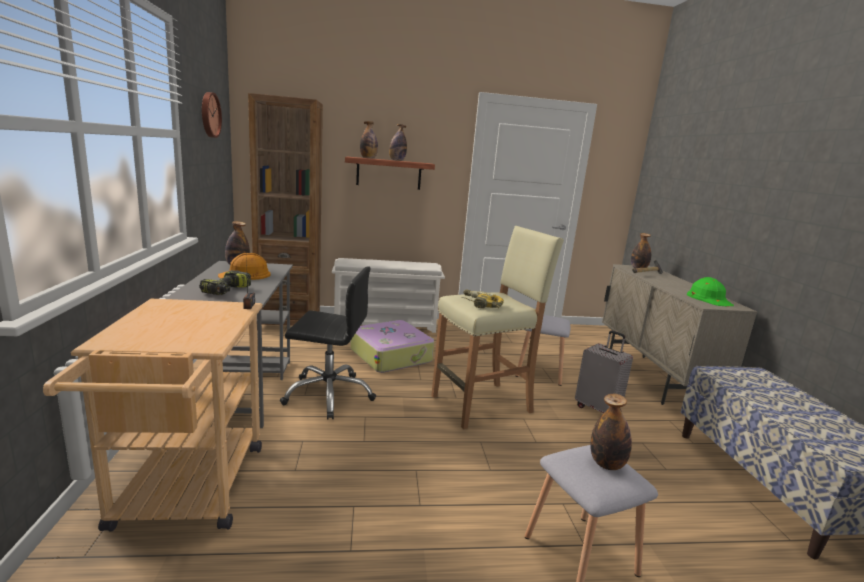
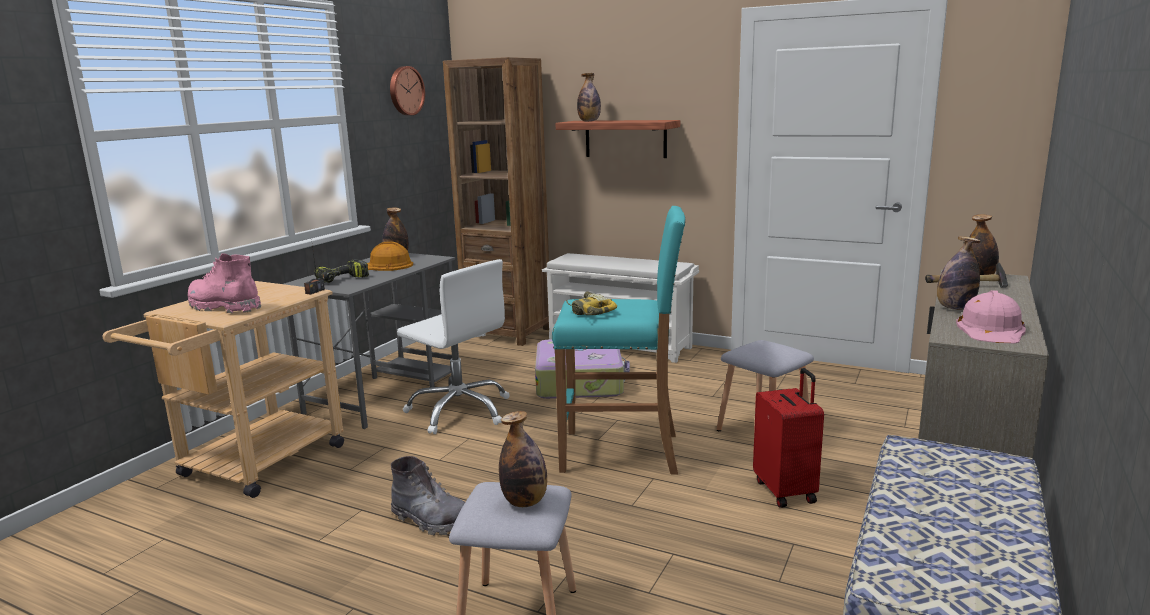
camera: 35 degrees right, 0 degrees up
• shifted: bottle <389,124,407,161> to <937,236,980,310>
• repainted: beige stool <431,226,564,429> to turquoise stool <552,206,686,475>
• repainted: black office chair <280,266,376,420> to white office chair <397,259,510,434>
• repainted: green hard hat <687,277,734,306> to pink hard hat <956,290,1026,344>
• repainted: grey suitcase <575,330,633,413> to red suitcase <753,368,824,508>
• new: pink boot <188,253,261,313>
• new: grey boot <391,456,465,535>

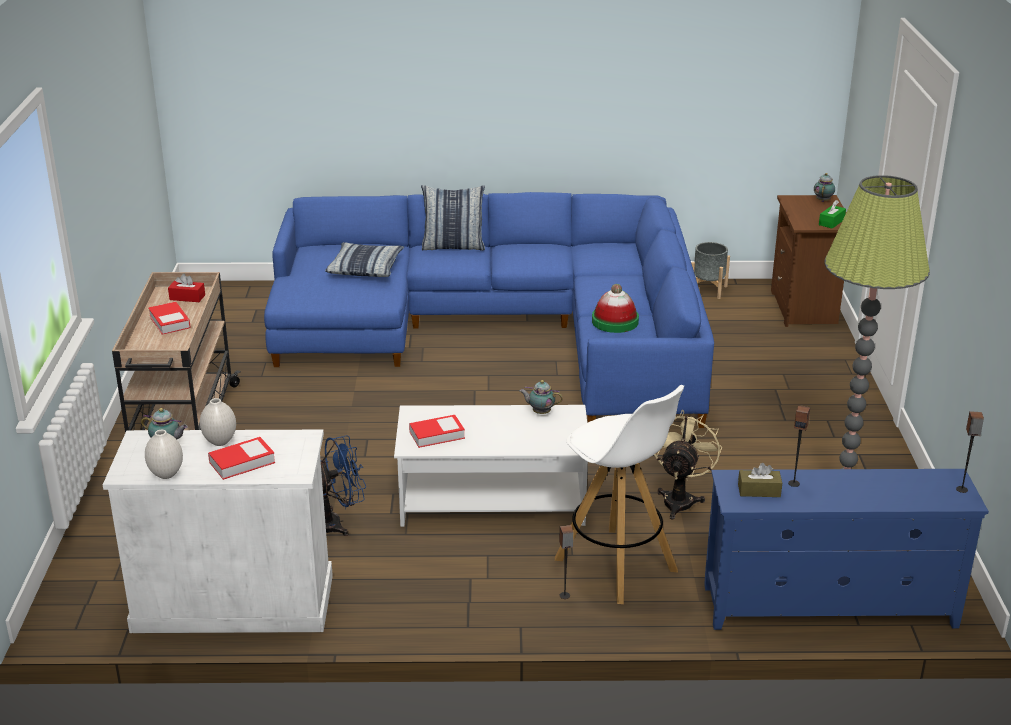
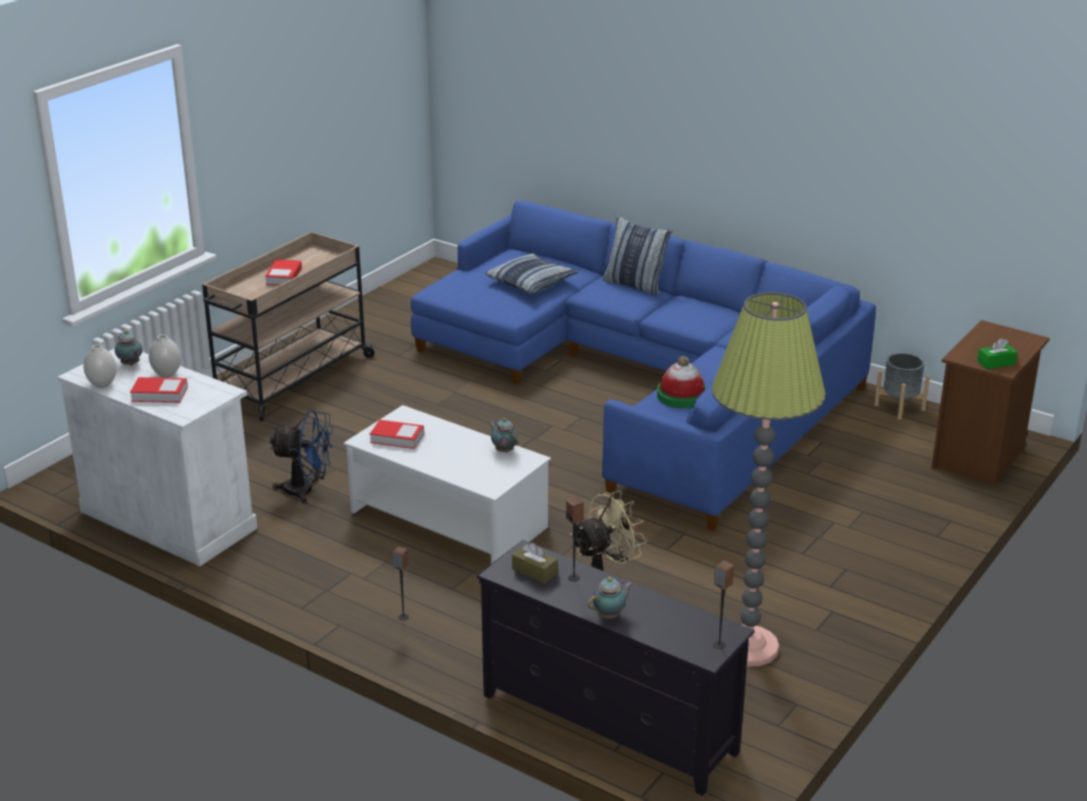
camera: 35 degrees right, 0 degrees up
• shifted: teapot <814,173,835,202> to <587,577,633,619>
• gone: red tissue box <168,274,205,302>
• gone: white stool <555,385,684,604>
• repainted: blue tv stand <704,469,989,630> to black tv stand <477,540,755,796>

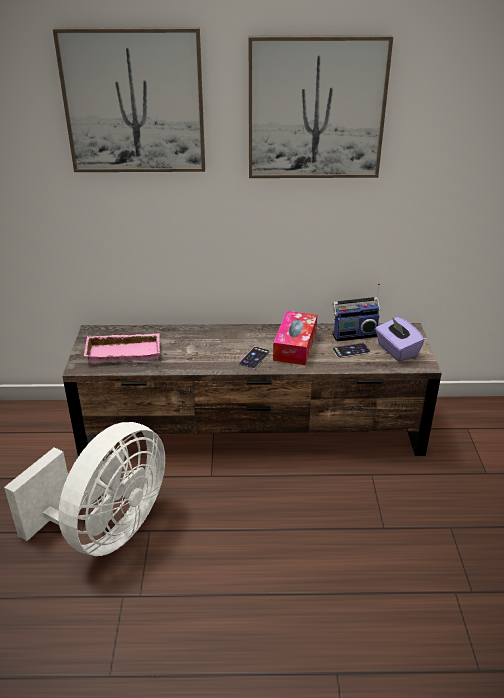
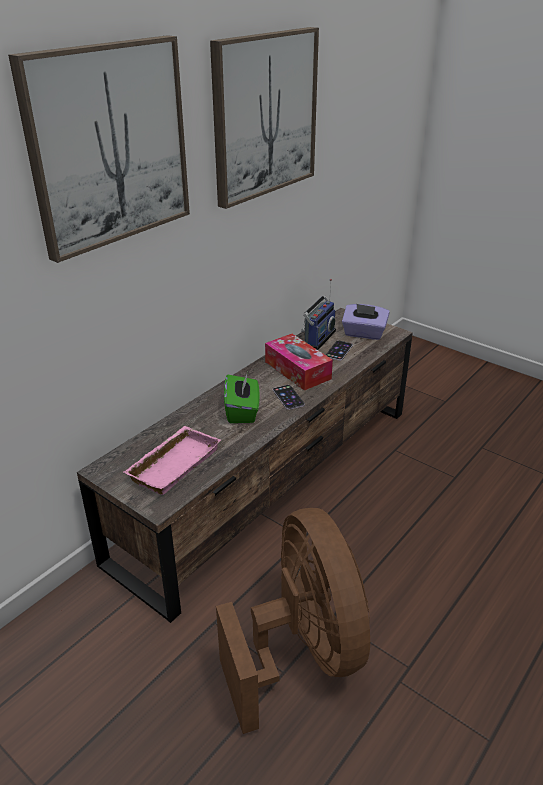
camera: 50 degrees left, 0 degrees up
• repainted: white fan <4,422,165,556> to brown fan <216,508,370,734>
• new: green tissue box <224,372,259,423>

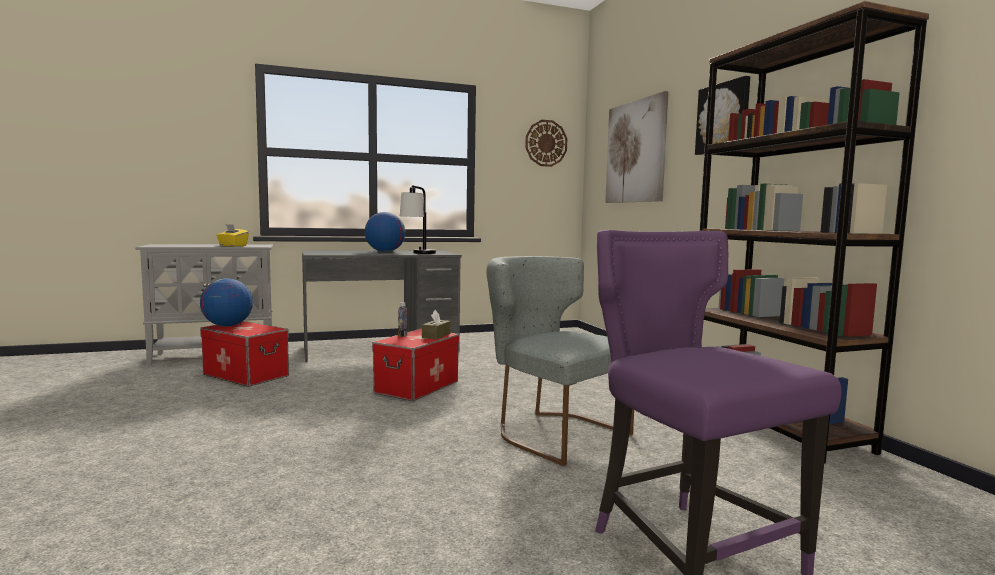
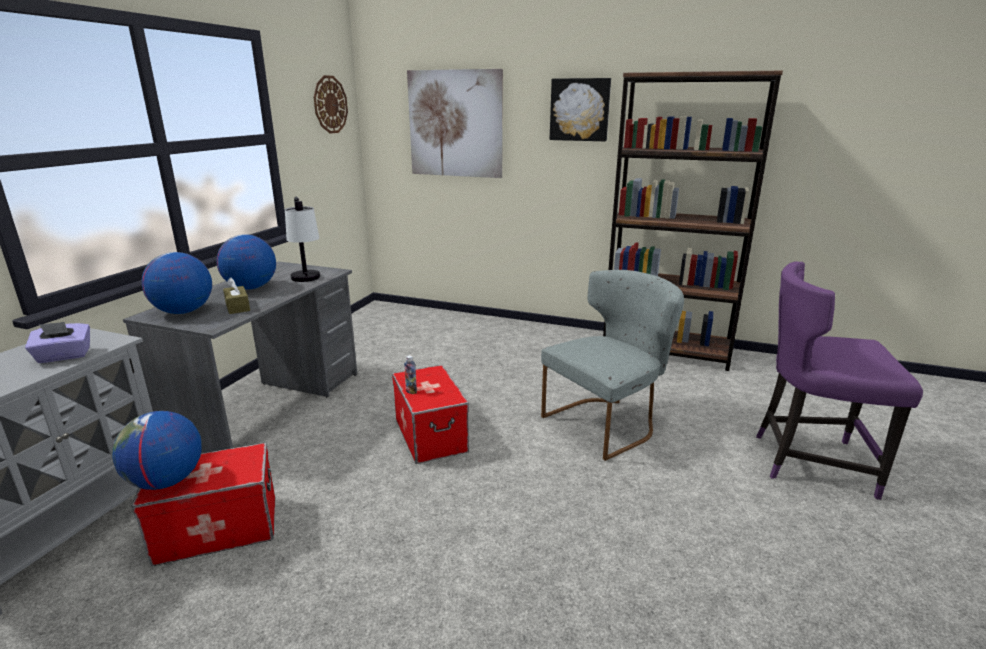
camera: 50 degrees left, 15 degrees up
• repainted: yellow tissue box <216,224,249,247> to purple tissue box <25,322,90,363>
• rotated: grey chair <486,256,634,466> = <541,270,684,461> 150 degrees clockwise
• shifted: brown tissue box <422,310,451,340> to <223,277,250,314>
• new: globe <142,252,212,314>

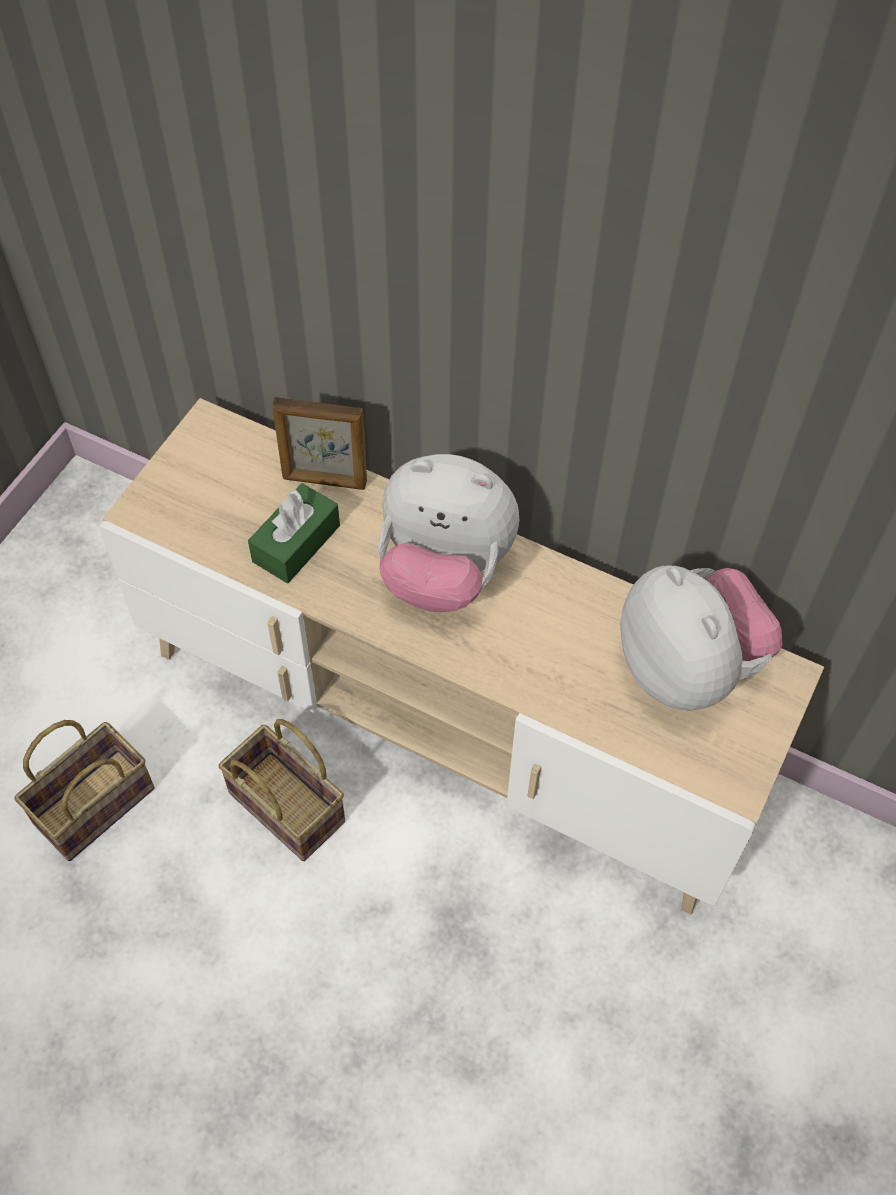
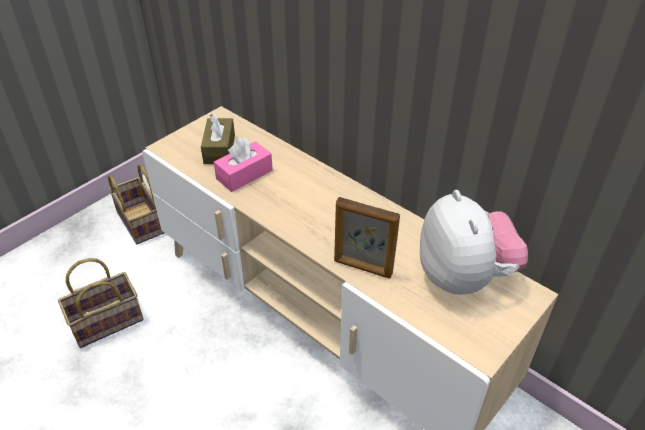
camera: 15 degrees right, 15 degrees down
• shifted: picture frame <272,397,367,490> to <334,197,400,279>
• gone: plush toy <378,454,519,612>
• repainted: green tissue box <248,483,340,583> to pink tissue box <214,138,273,192>
• shifted: basket <218,719,345,861> to <108,164,164,244>
• new: brown tissue box <201,114,235,164>

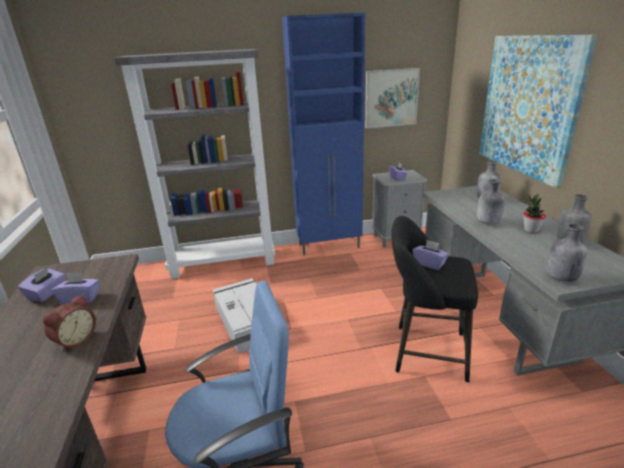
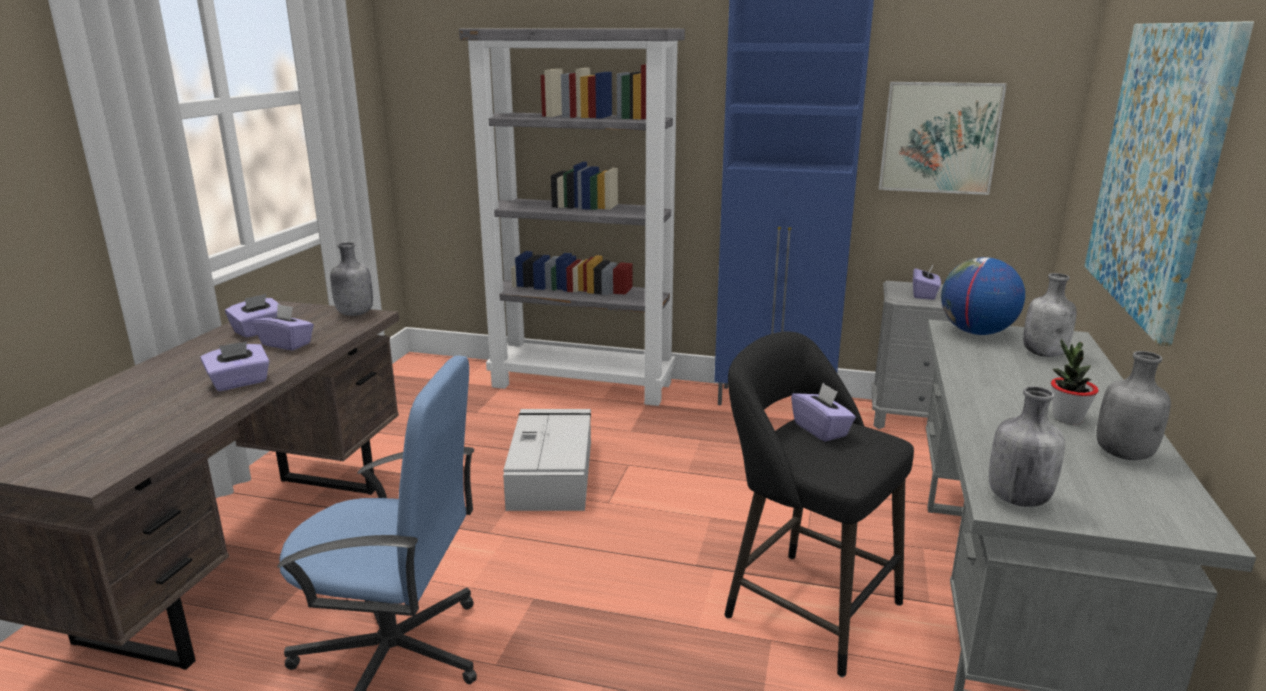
camera: 25 degrees right, 5 degrees down
• shifted: grey bottle <477,179,505,224> to <330,242,373,316>
• swapped: alarm clock <43,295,96,352> to purple tissue box <200,341,270,391>
• new: globe <941,257,1025,335>

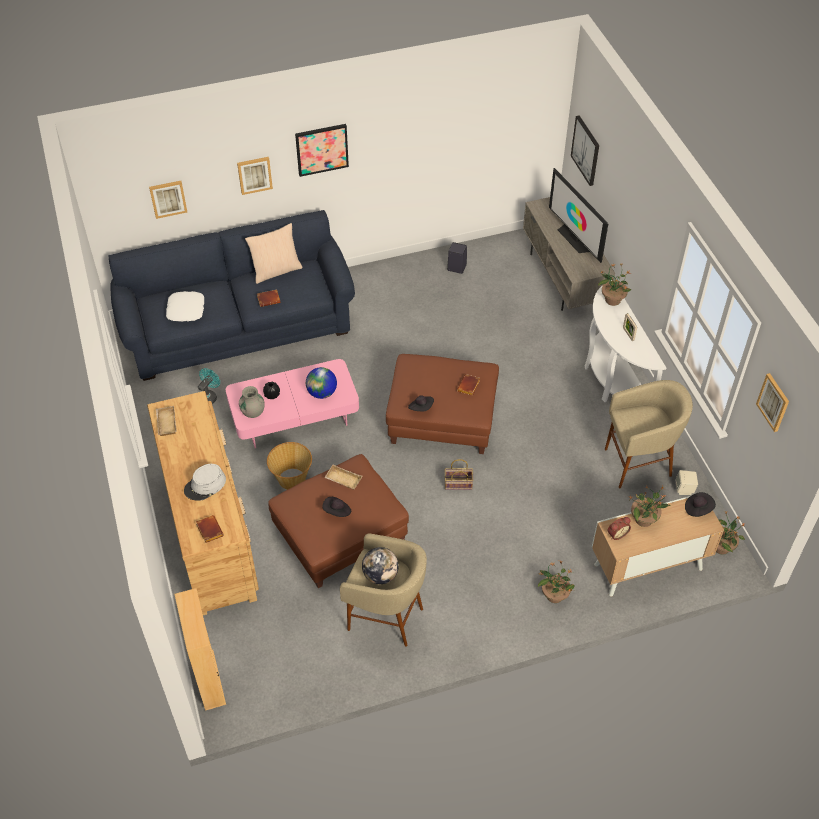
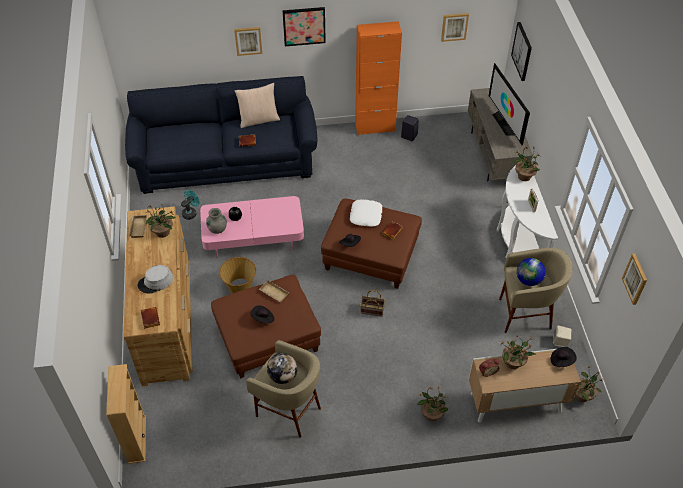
camera: 10 degrees right, 0 degrees up
• shifted: picture <149,181,187,219> to <441,13,469,42>
• shifted: white pillow <166,291,204,322> to <350,200,382,227>
• shifted: globe <306,367,337,399> to <517,258,545,286>
• new: orange cabinet <355,21,402,135>
• new: potted plant <145,204,176,238>

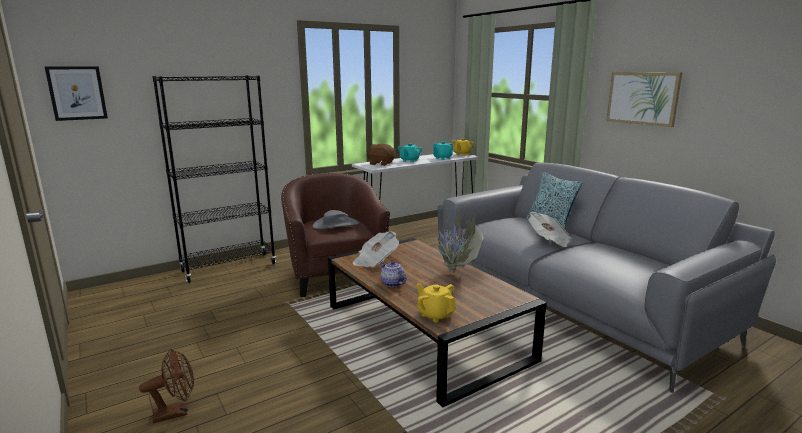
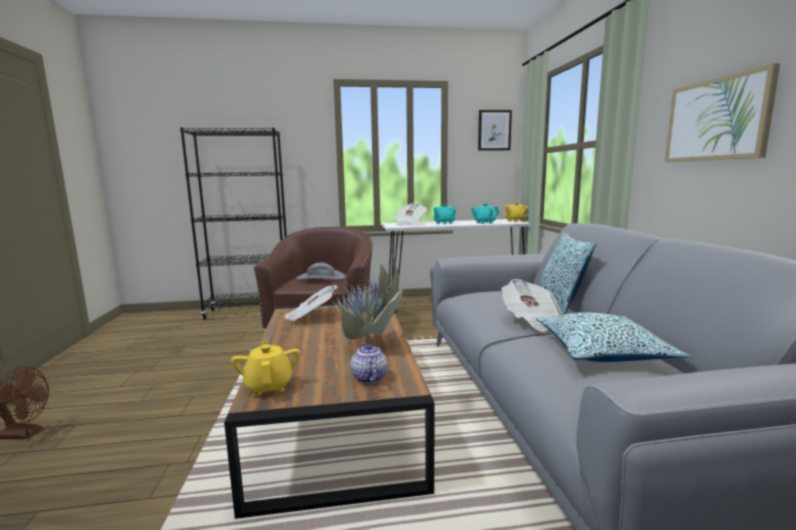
camera: 25 degrees right, 5 degrees down
• shifted: picture <44,66,108,121> to <478,110,512,151>
• swapped: brown plush toy <366,144,395,166> to newspaper <394,203,427,226>
• shifted: teapot <380,261,406,287> to <351,342,387,384>
• new: pillow <536,312,690,362>

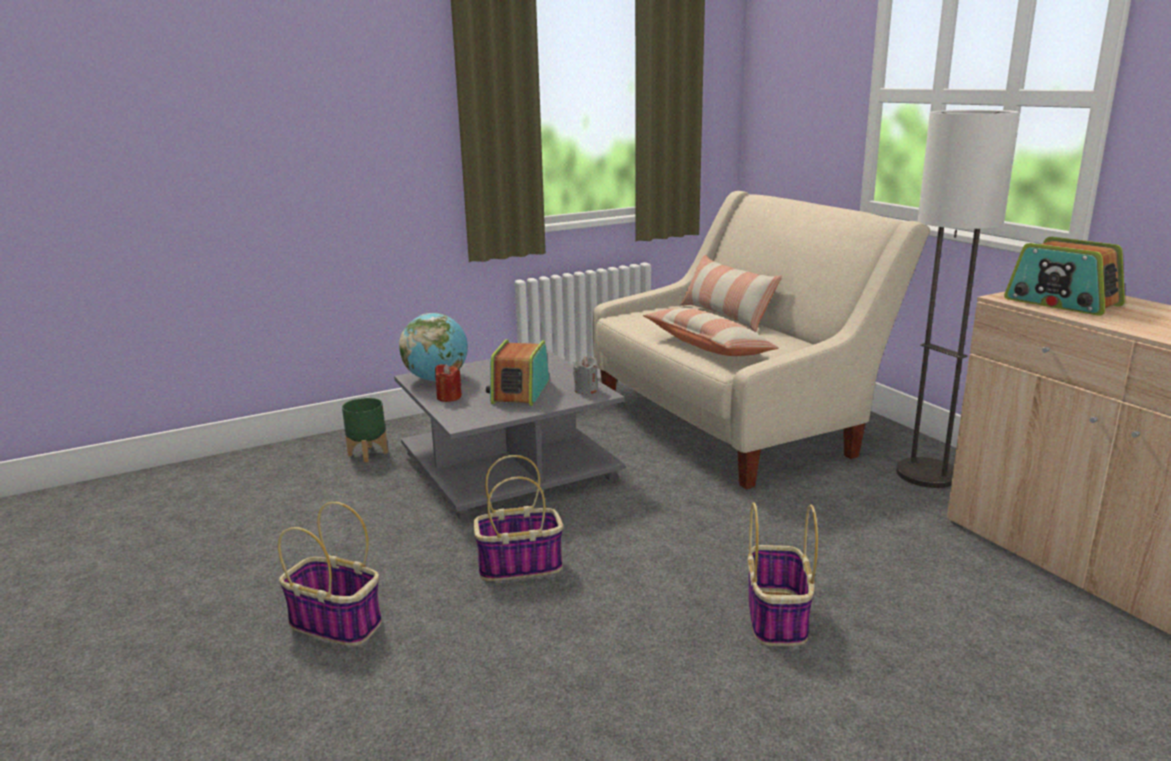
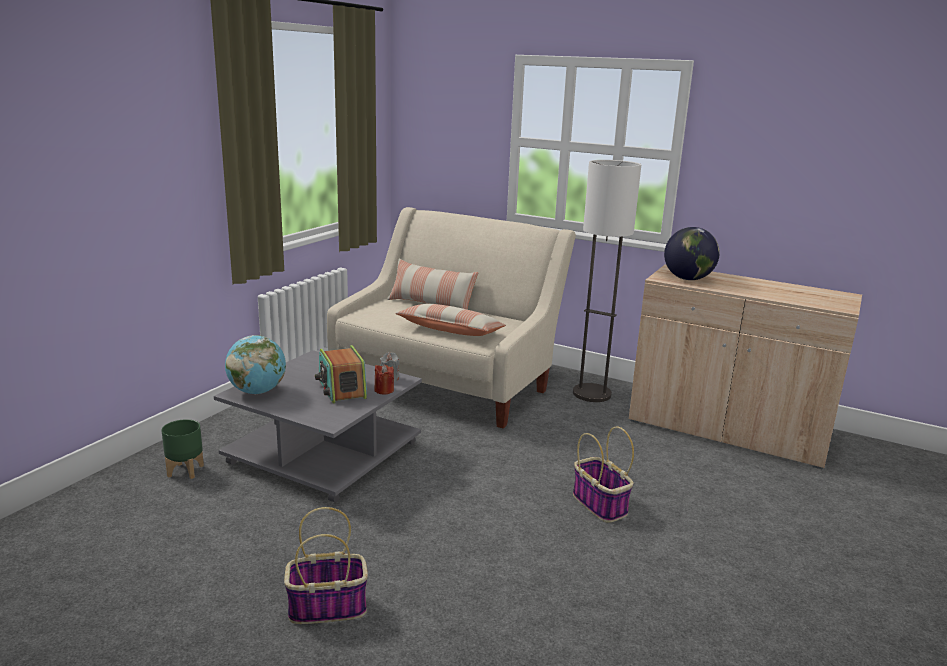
camera: 35 degrees left, 0 degrees up
• swapped: radio <1004,237,1125,316> to globe <664,227,720,280>
• shifted: red candle <435,364,462,402> to <374,364,394,395>
• gone: basket <473,455,563,581>

